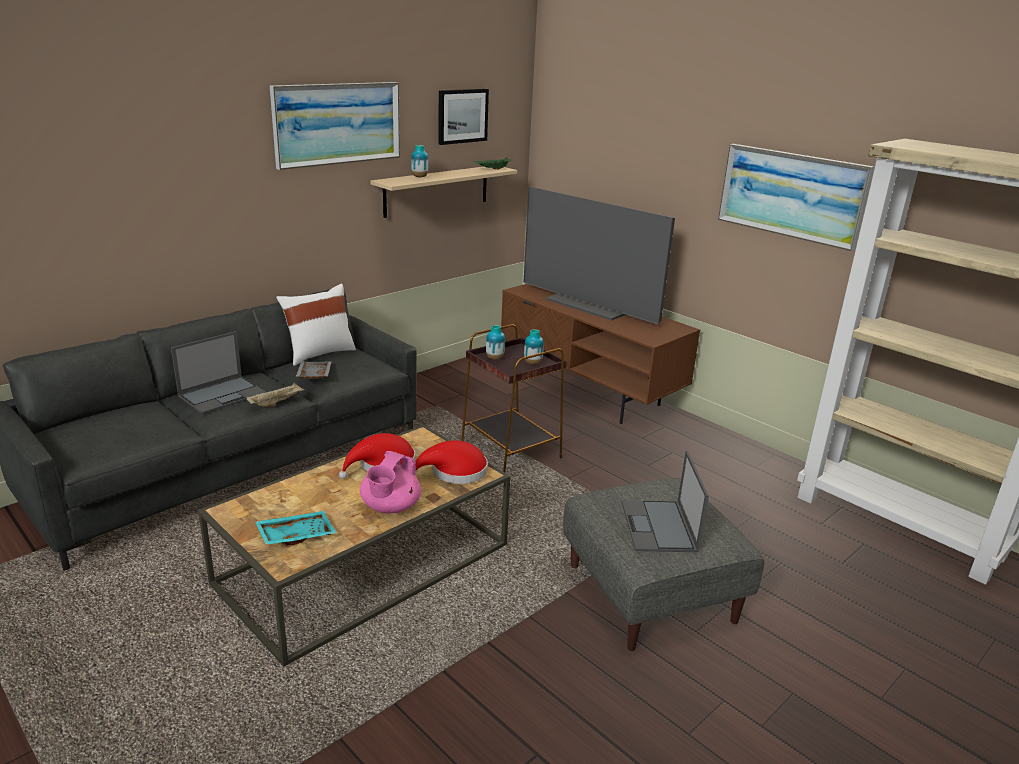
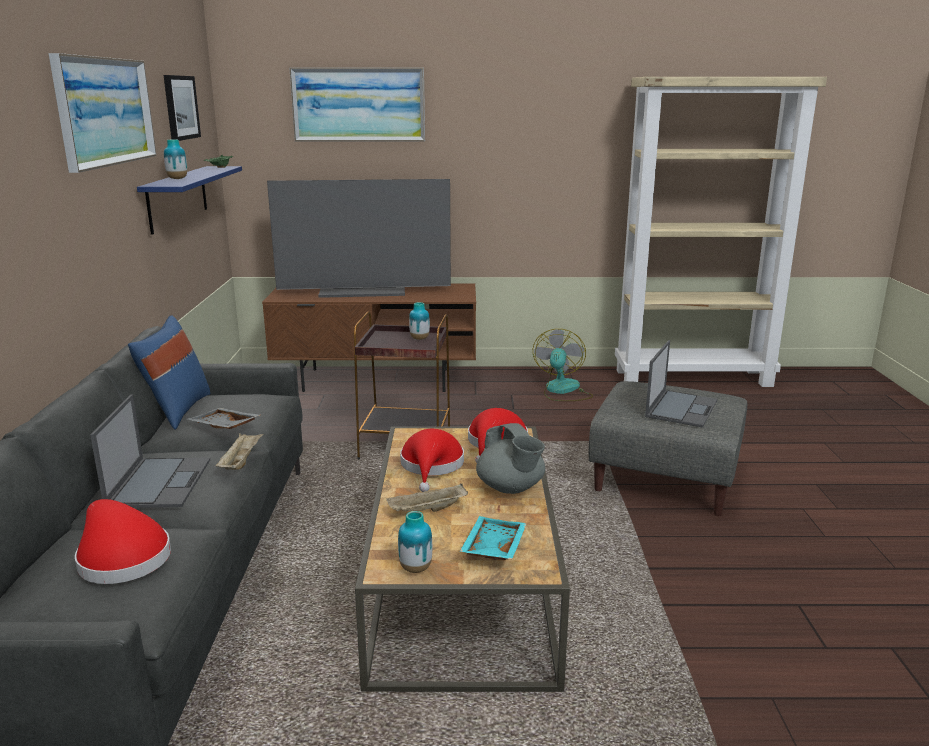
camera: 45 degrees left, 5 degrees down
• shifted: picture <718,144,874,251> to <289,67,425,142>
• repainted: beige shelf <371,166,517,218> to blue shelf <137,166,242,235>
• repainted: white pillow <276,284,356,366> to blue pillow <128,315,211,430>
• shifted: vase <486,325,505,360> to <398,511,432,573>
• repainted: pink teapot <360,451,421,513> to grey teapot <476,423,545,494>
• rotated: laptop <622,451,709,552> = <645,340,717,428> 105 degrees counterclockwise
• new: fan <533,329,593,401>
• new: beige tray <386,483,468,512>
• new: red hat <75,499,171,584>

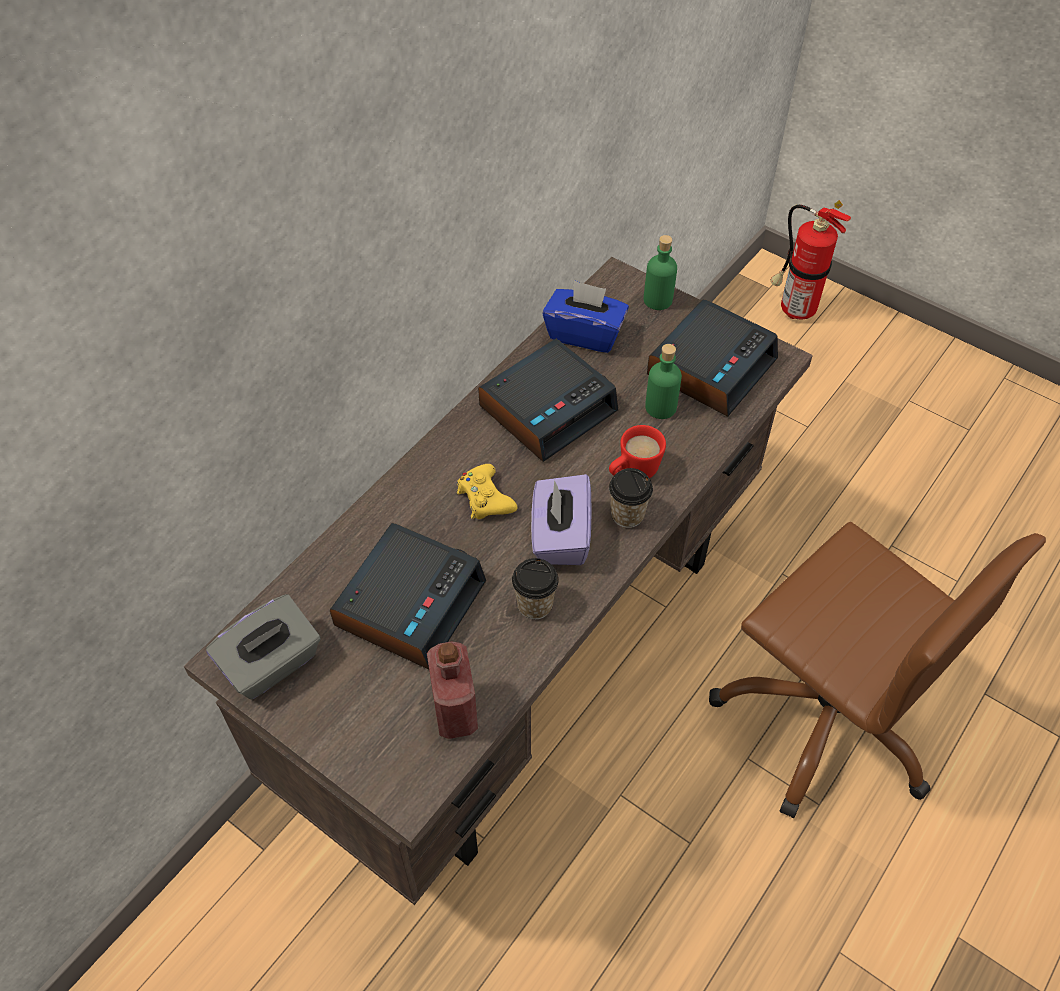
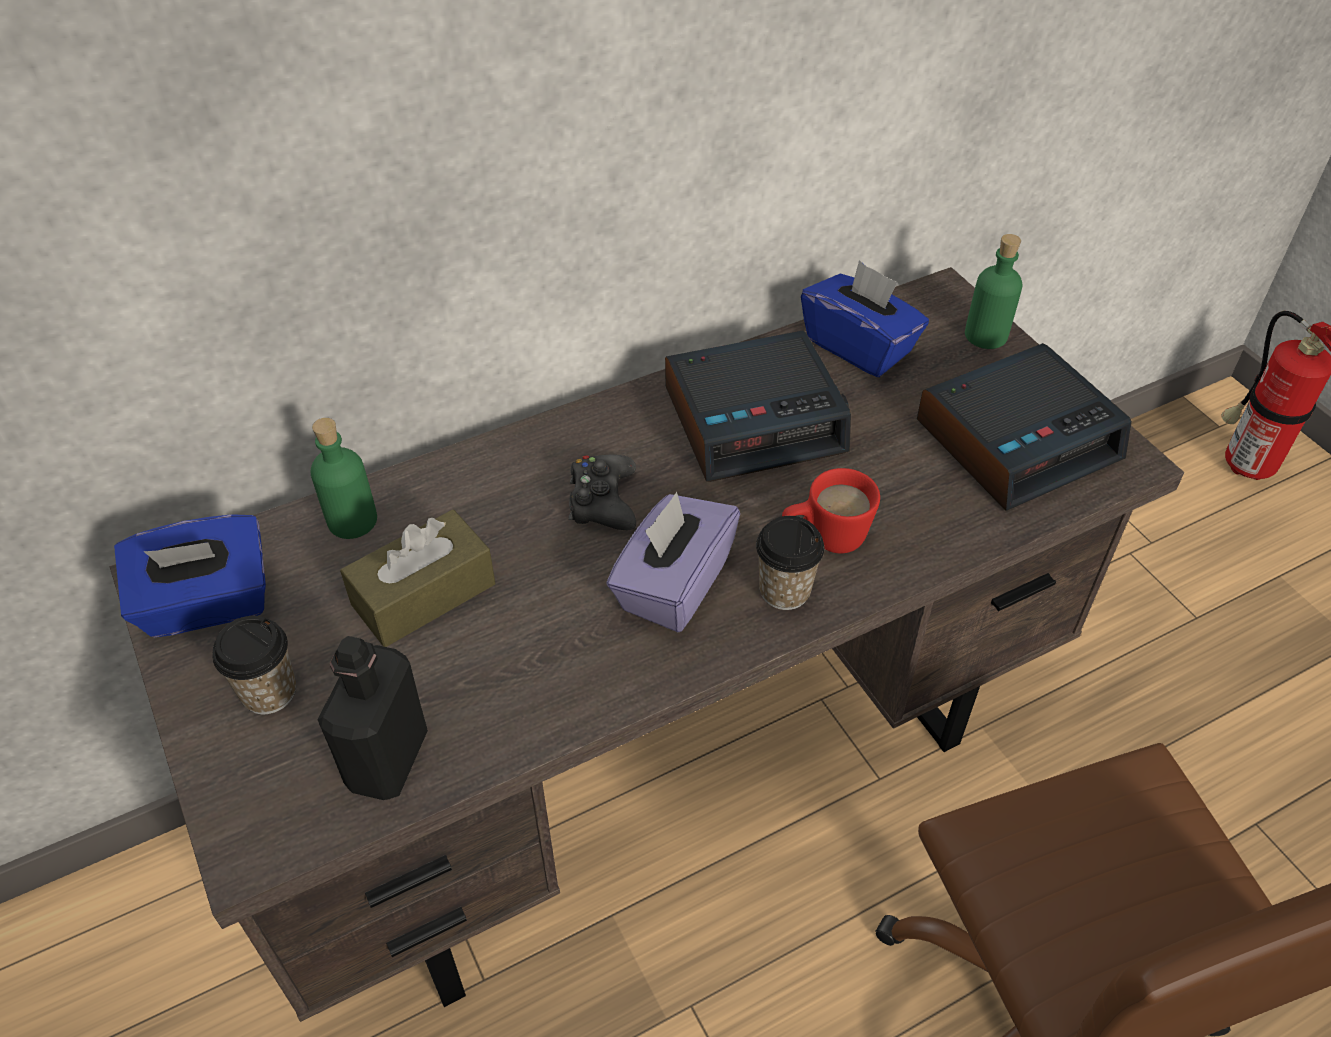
camera: 25 degrees right, 5 degrees down
• shifted: green bottle <645,344,682,419> to <310,418,377,539>
• repainted: yellow game controller <457,464,518,519> to black game controller <568,454,636,530>
• swapped: alarm clock <330,523,486,670> to brown tissue box <340,509,495,647>
• shifted: cup <512,558,559,619> to <213,616,296,714>
• repainted: grey tissue box <206,594,321,700> to blue tissue box <114,514,266,637>
• repainted: red bottle <427,642,478,739> to black bottle <318,636,428,800>

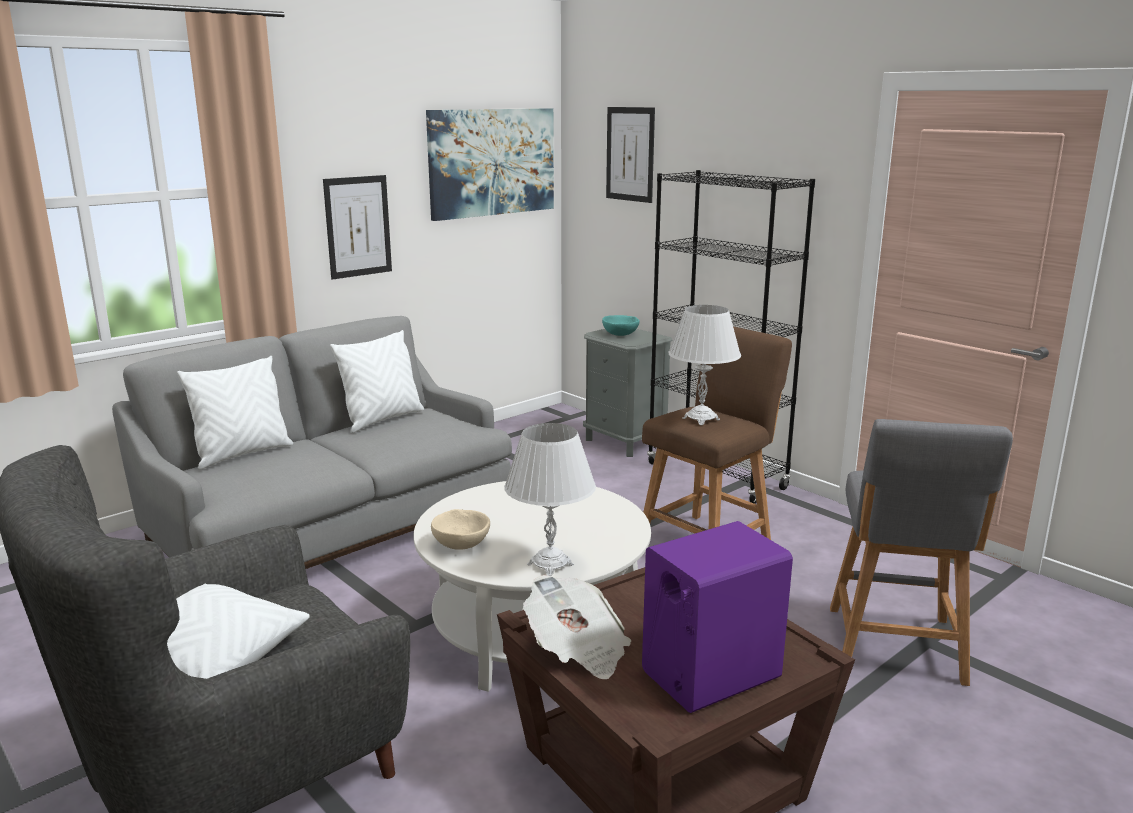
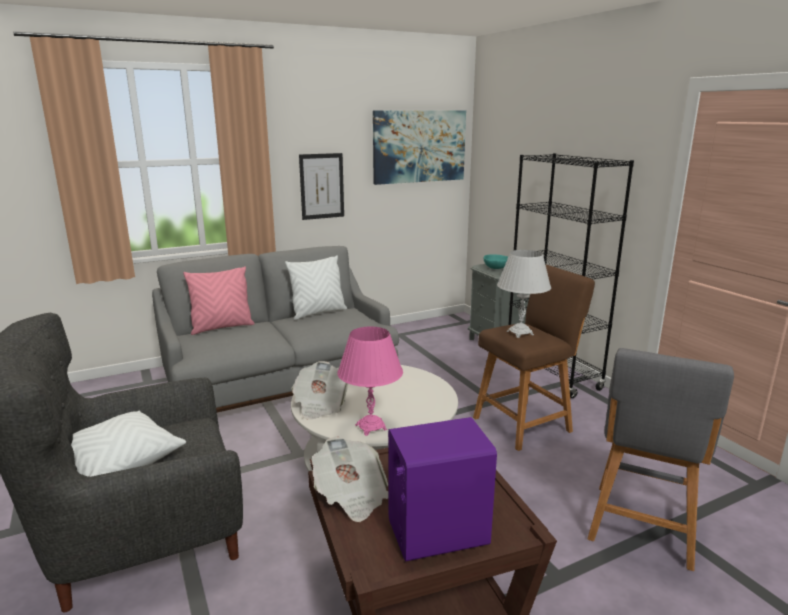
camera: 15 degrees right, 0 degrees up
• gone: picture <606,107,655,203>
• repainted: white pillow <177,356,293,470> to pink pillow <183,266,255,335>
• repainted: white table lamp <504,423,596,576> to pink table lamp <337,326,403,436>
• swapped: beige bowl <431,509,490,550> to newspaper <292,361,348,420>

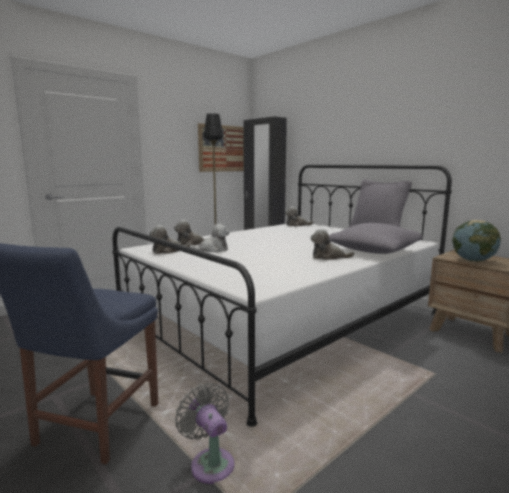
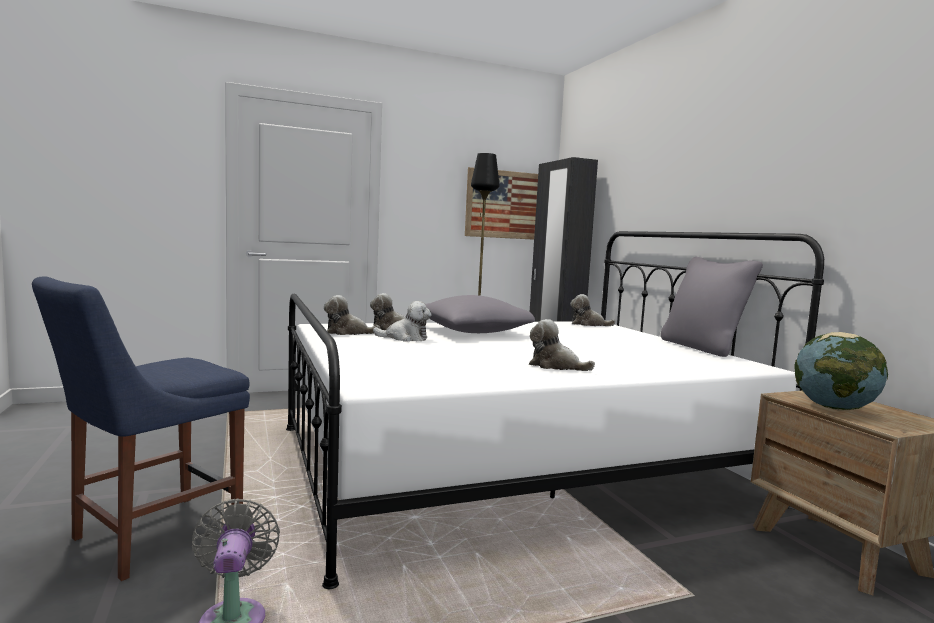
camera: 20 degrees right, 5 degrees down
• shifted: grey pillow <329,223,423,254> to <425,295,535,333>

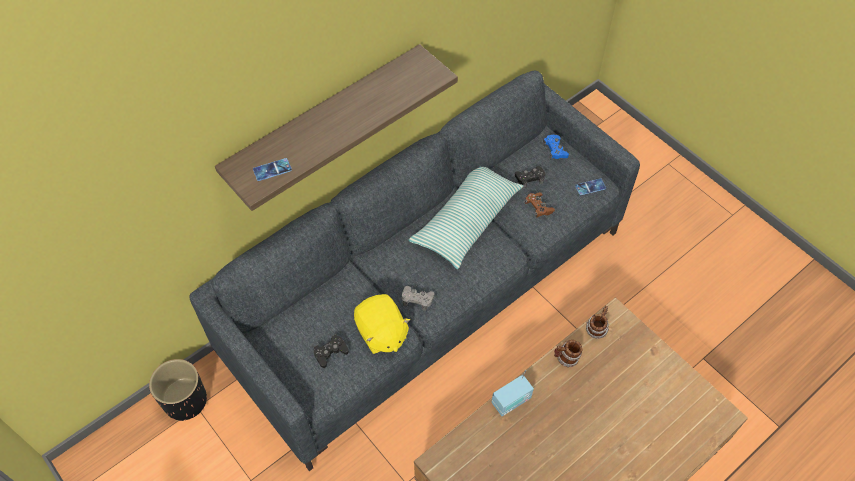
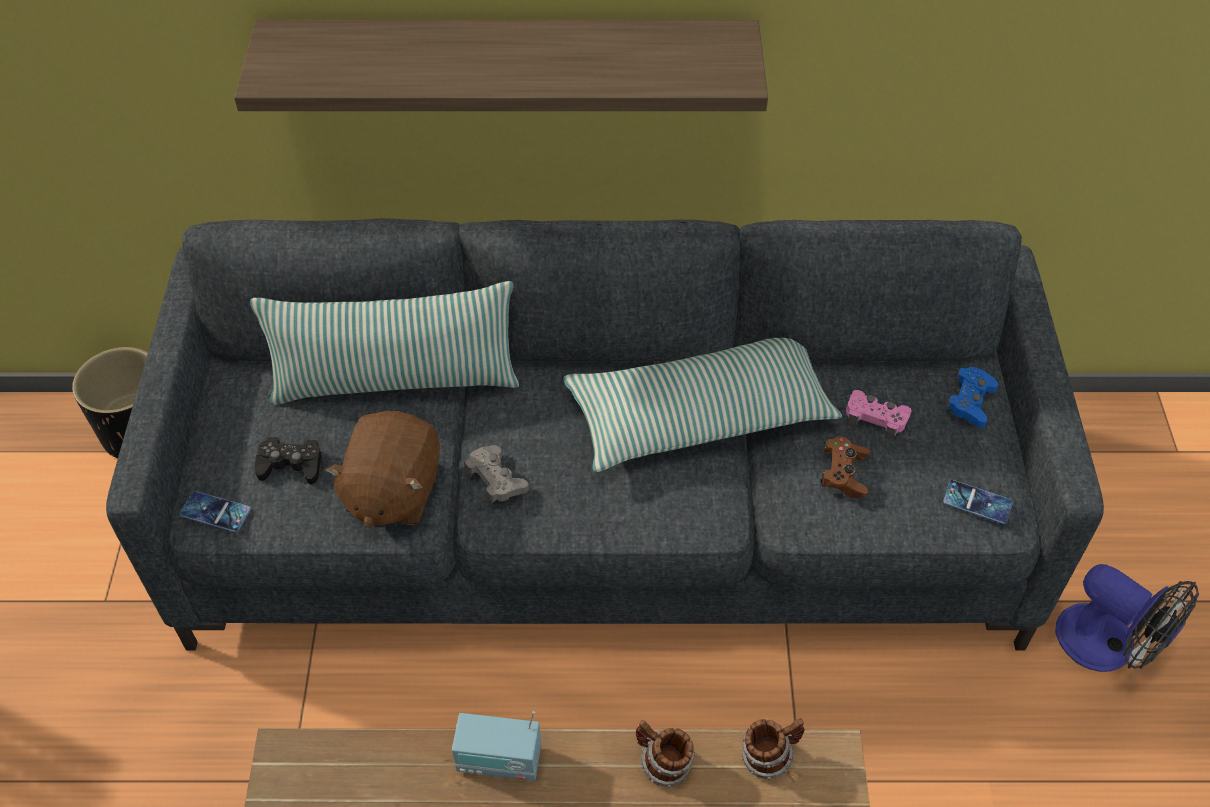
camera: 40 degrees right, 5 degrees down
• shifted: phone <253,158,292,181> to <179,491,251,532>
• repainted: black game controller <515,166,545,188> to pink game controller <846,390,912,440>
• repainted: yellow plush toy <354,294,410,354> to brown plush toy <325,411,440,527>
• new: pillow <250,281,519,405>
• new: fan <1055,564,1199,672>

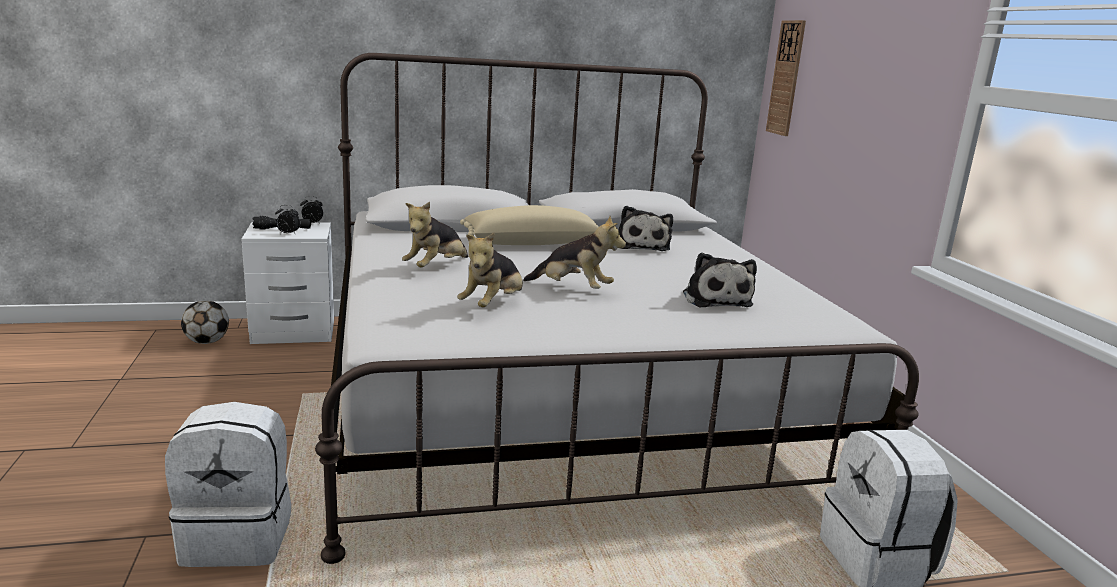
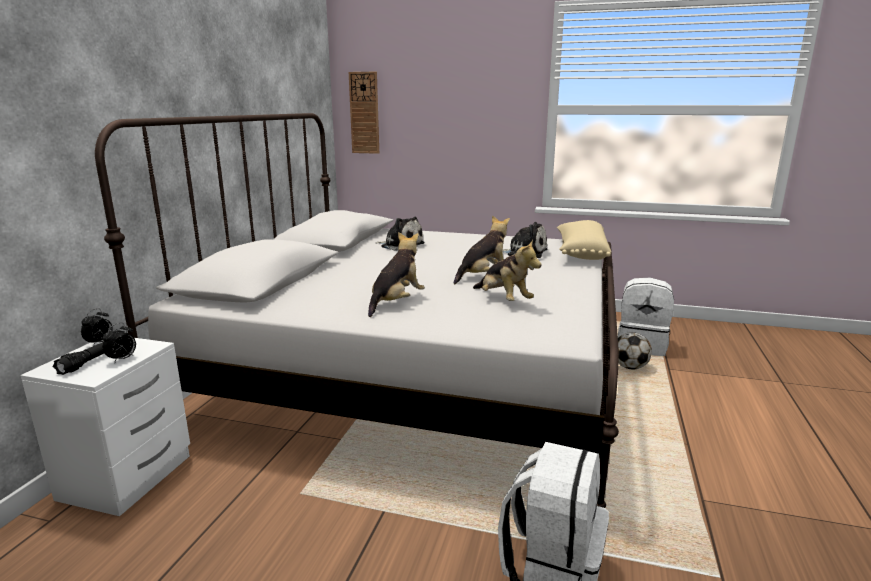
camera: 60 degrees left, 0 degrees up
• rotated: plush toy <402,202,468,268> = <368,232,425,317> 120 degrees counterclockwise
• shifted: beige pillow <460,205,599,245> to <557,220,611,260>
• shifted: football <181,301,229,344> to <618,332,652,369>

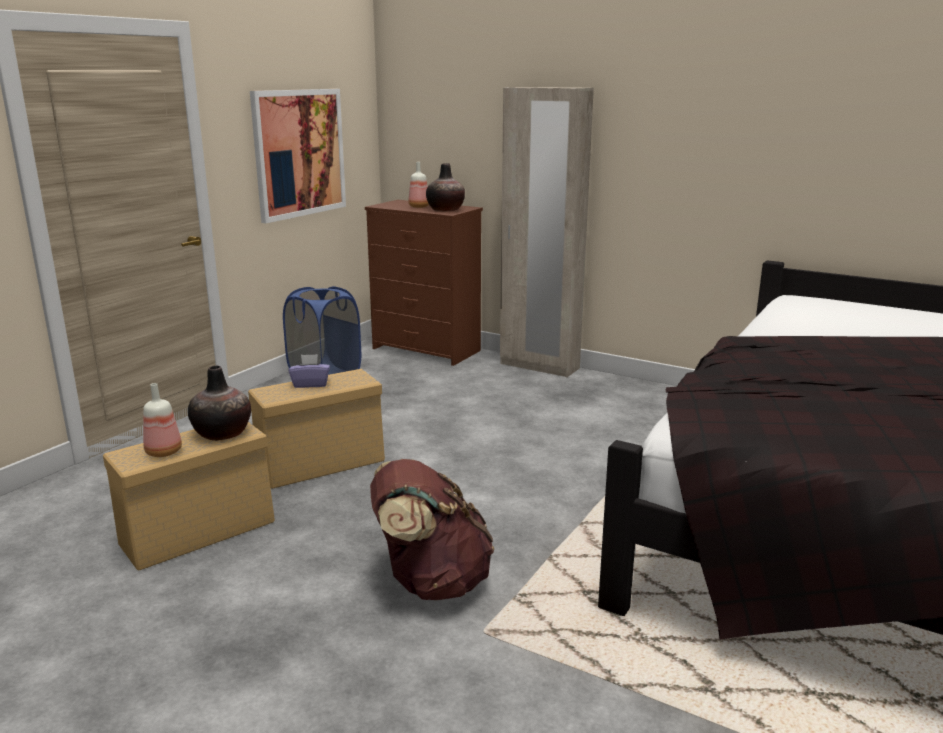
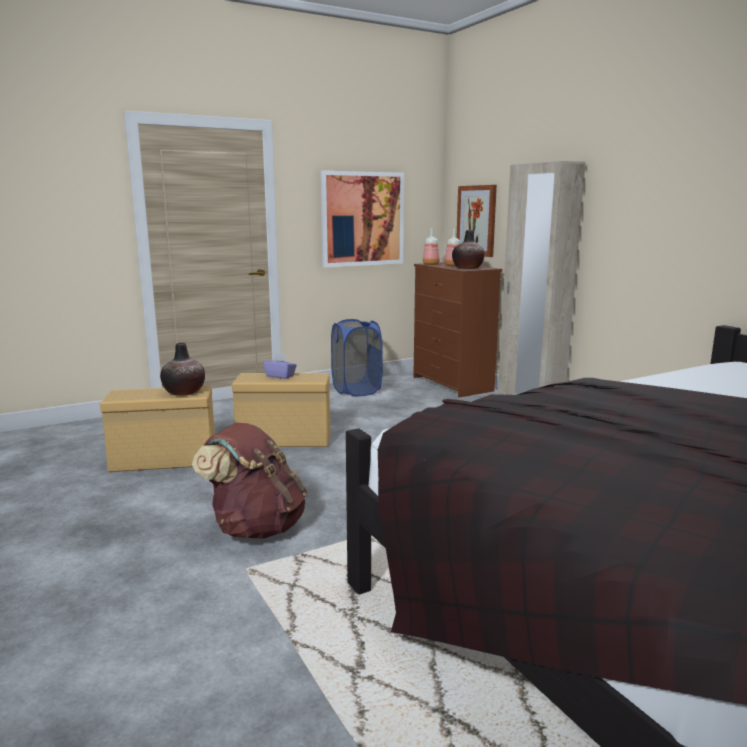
camera: 30 degrees right, 5 degrees down
• shifted: bottle <143,383,182,457> to <423,229,440,265>
• new: picture <456,185,497,257>

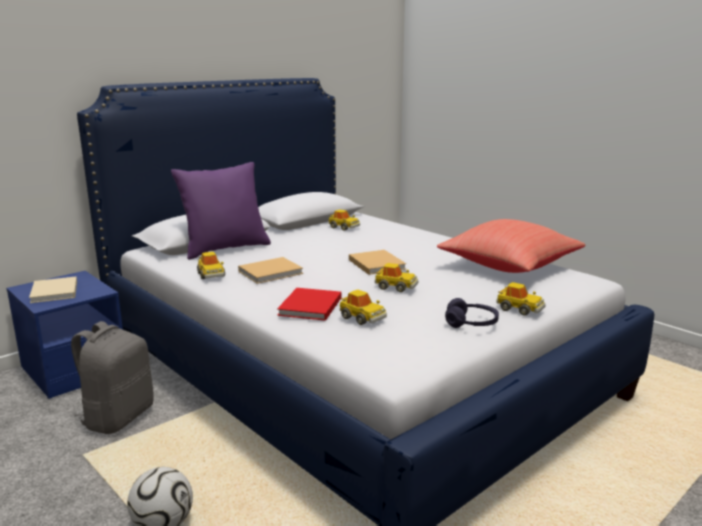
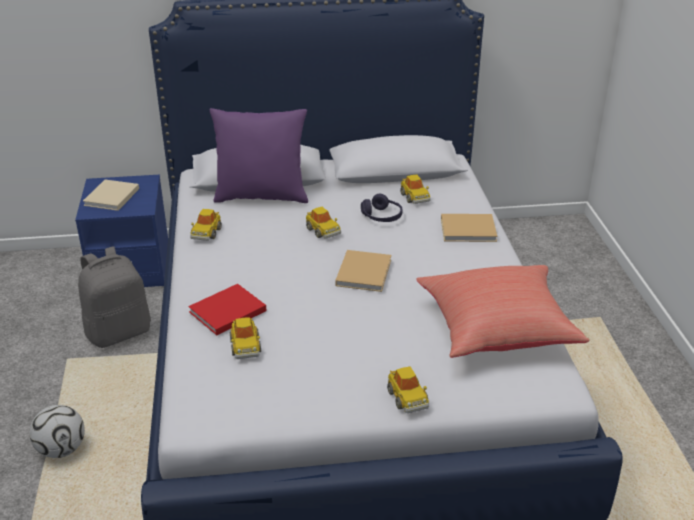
camera: 35 degrees right, 15 degrees up
• shifted: beige book <238,257,303,284> to <441,214,497,242>
• shifted: toy car <375,263,418,292> to <306,207,341,239>
• shifted: purple headphones <445,298,499,328> to <361,194,403,222>

